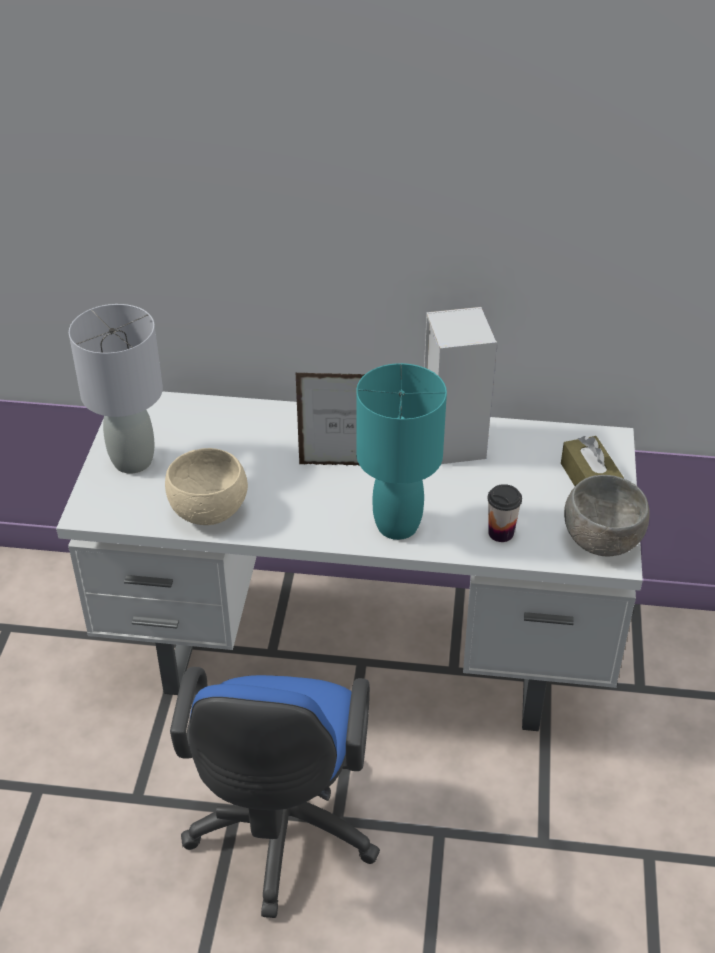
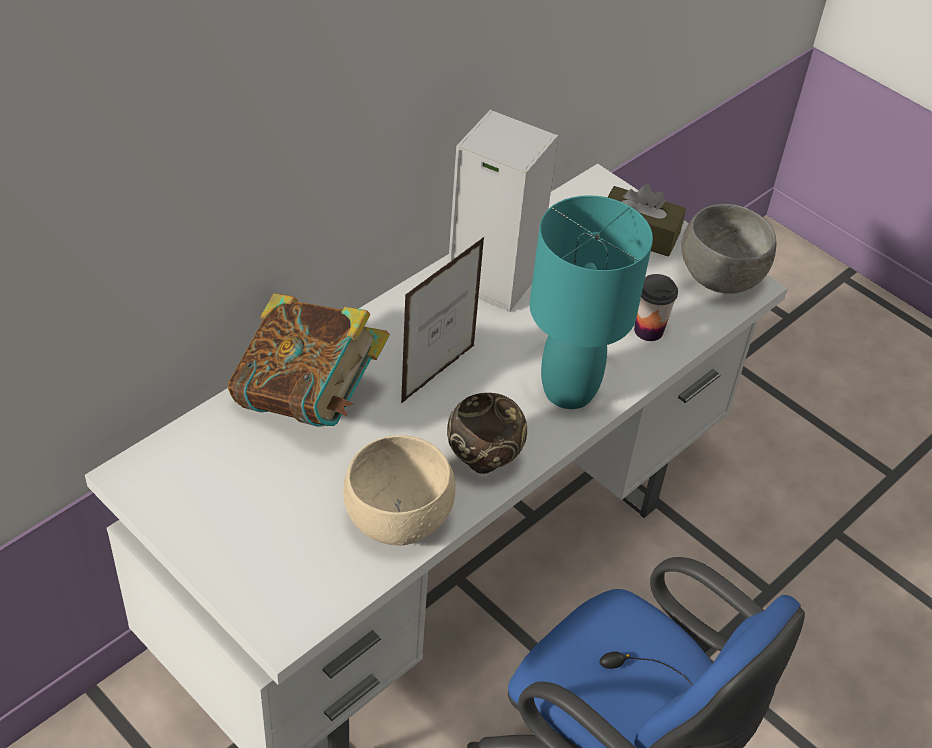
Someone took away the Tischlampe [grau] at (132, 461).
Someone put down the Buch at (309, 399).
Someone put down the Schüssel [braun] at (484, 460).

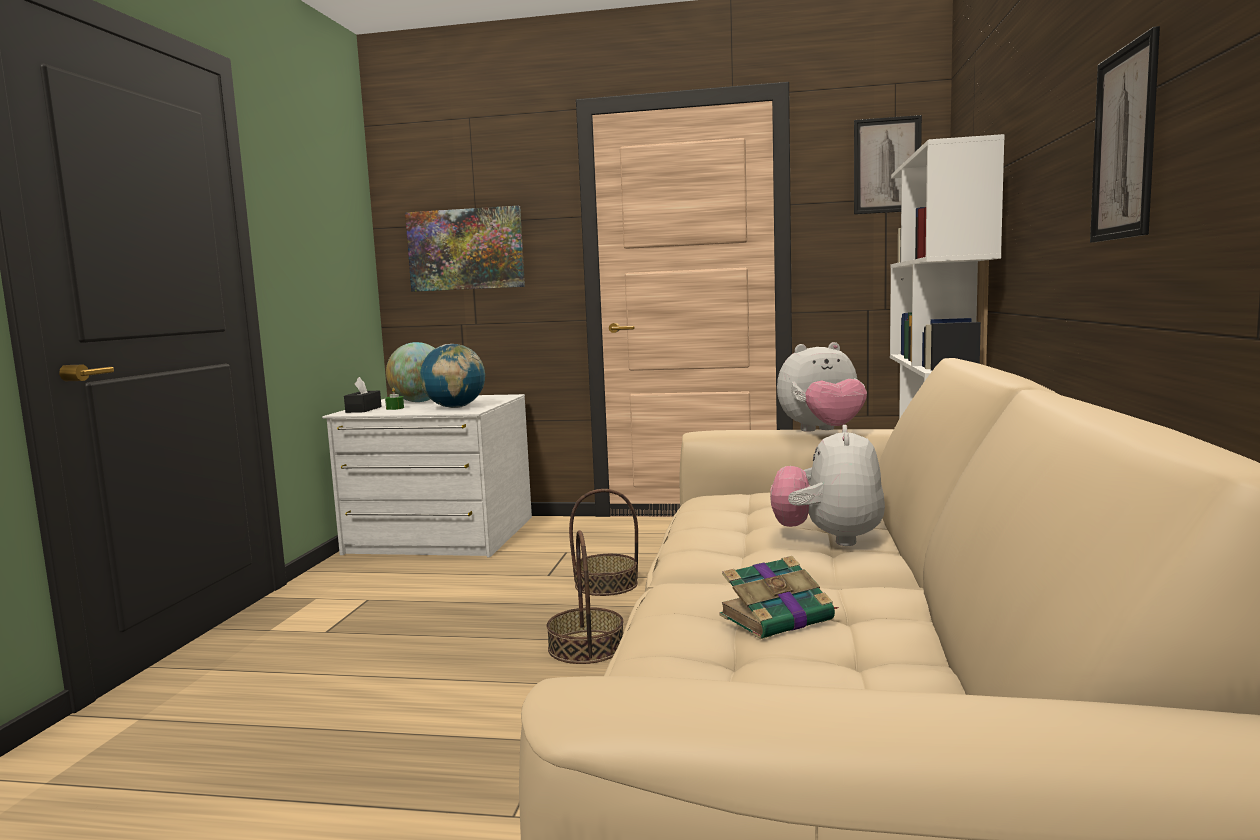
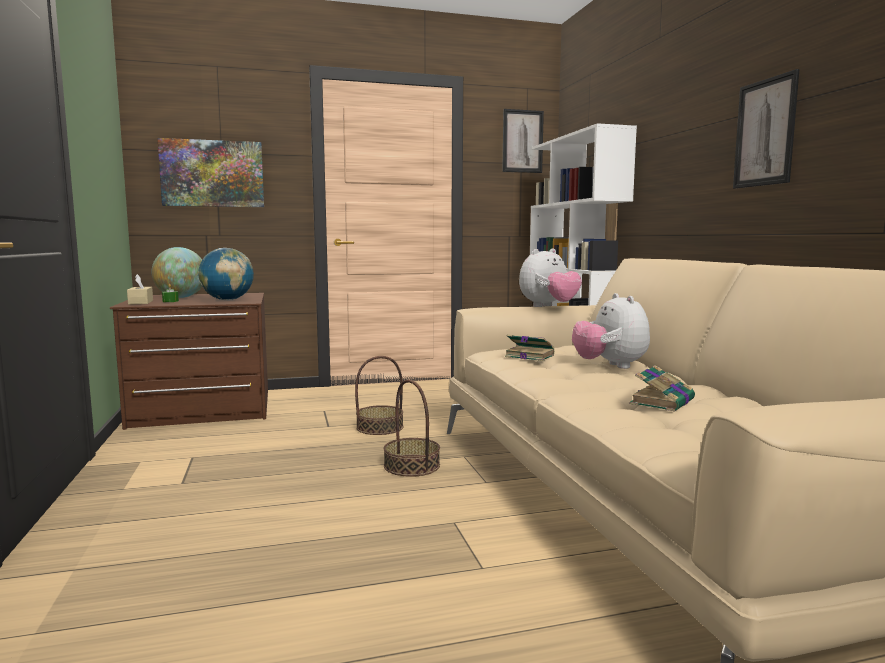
Someone repainted the Kommode [weiß] at (440, 536), which became the Kommode [braun] at (202, 409).
Someone repainted the Taschentuchbox [schwarz] at (363, 409), which became the Taschentuchbox [beige] at (140, 302).
Someone put down the Buch at (528, 356).

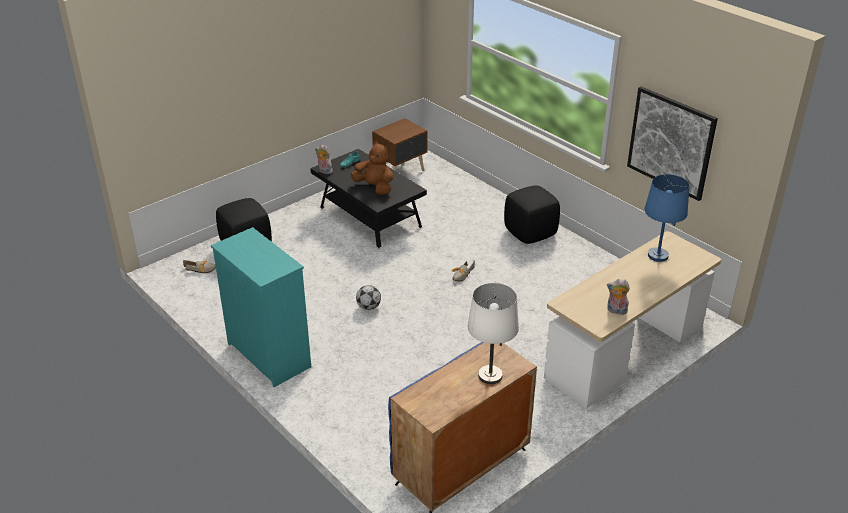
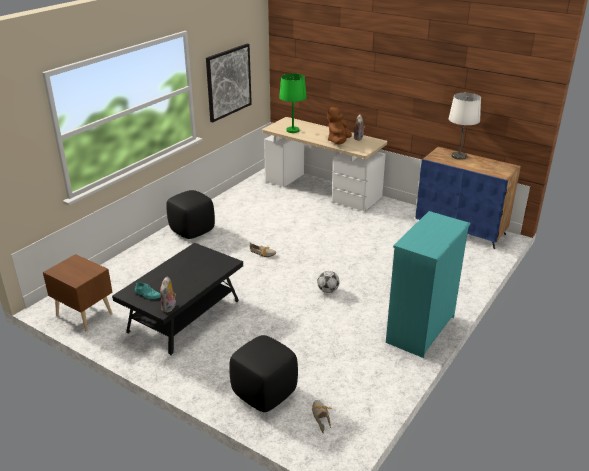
Someone carried the Plüschtier [braun] from (374, 187) to (338, 142).
Someone repainted the Tischlampe [blau] at (657, 256), which became the Tischlampe [grün] at (293, 130).

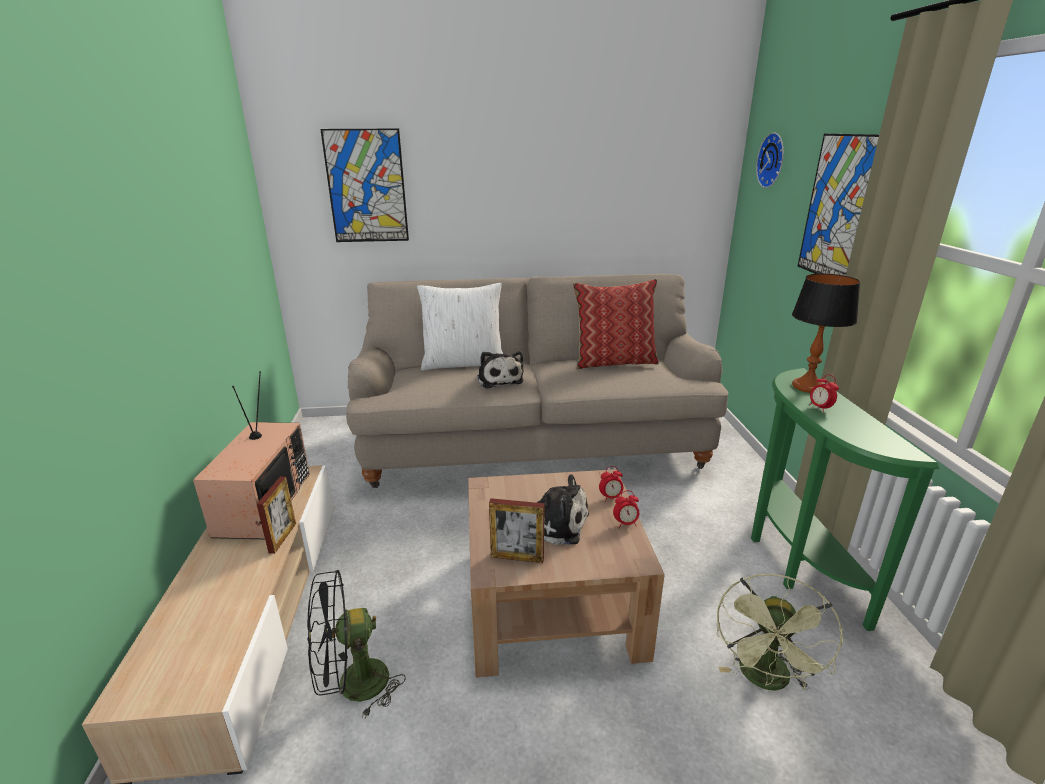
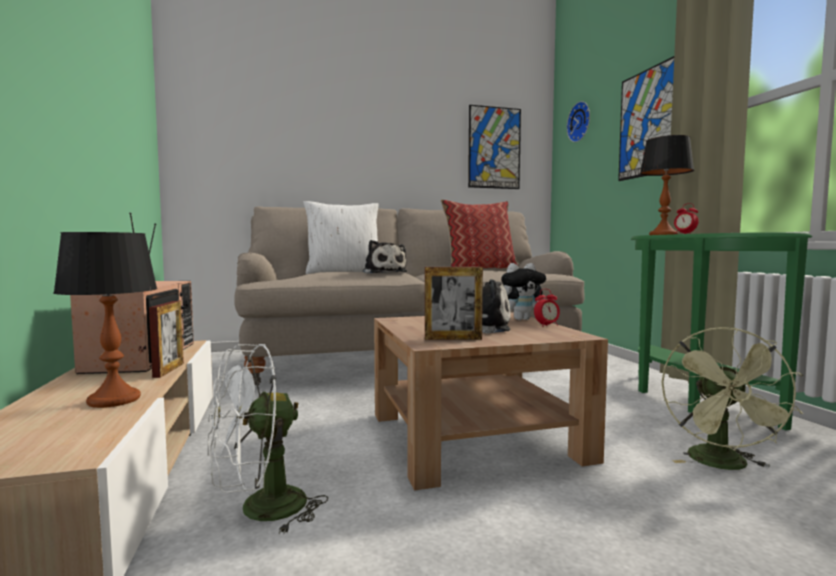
Someone repainted the Ventilator [schwarz] at (352, 686), which became the Ventilator [weiß] at (260, 511).
Someone carried the Bild from (366, 187) to (494, 148).
Someone swapped the Wecker at (610, 497) for the Plüschtier at (521, 319).
Someone put down the Tischlampe at (113, 400).

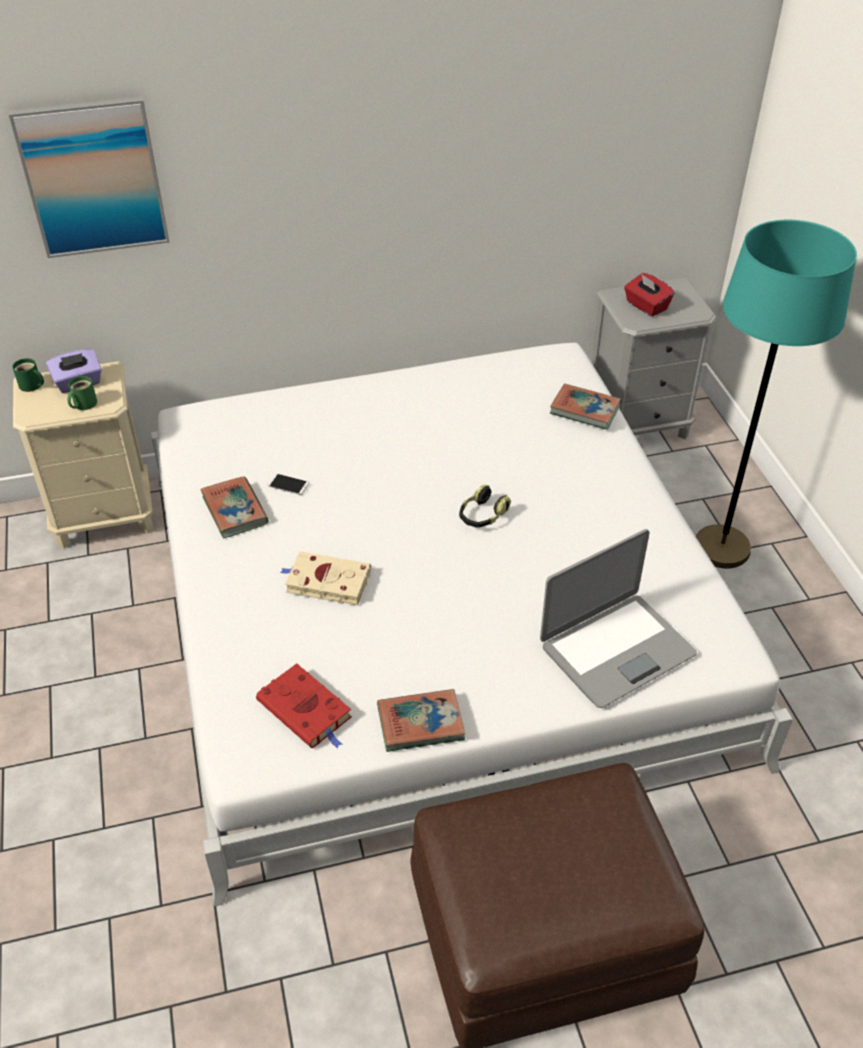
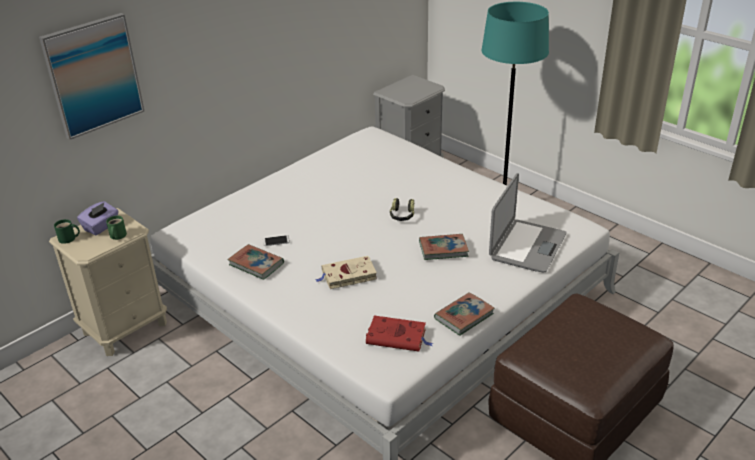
Someone carried the Buch from (585, 410) to (443, 249).
Someone took away the Taschentuchbox [rot] at (646, 306).

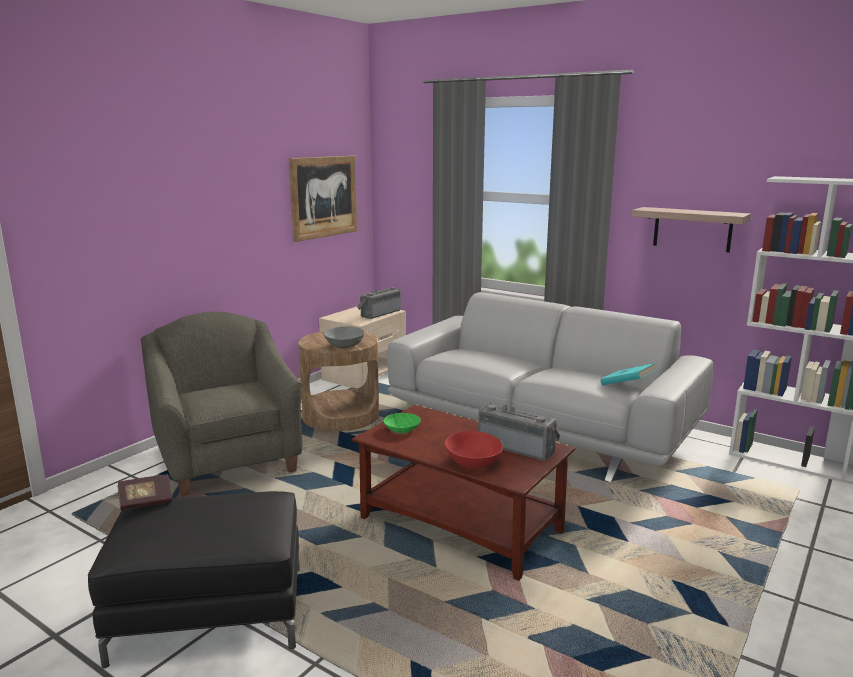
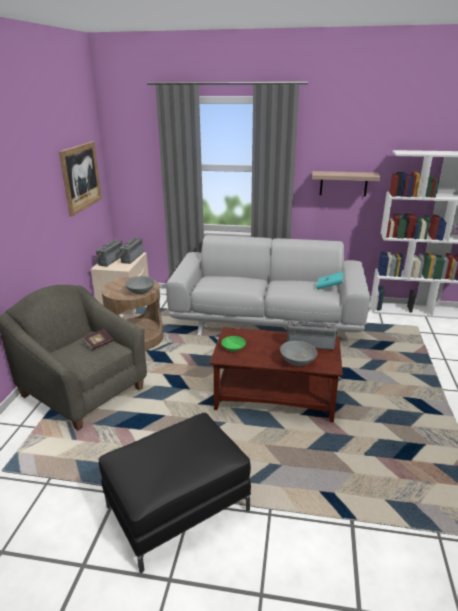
Someone carried the Buch from (146, 501) to (98, 344).
Someone repainted the Schüssel [rot] at (472, 462), which became the Schüssel [grau] at (297, 361).
Someone put down the Radio at (109, 260).

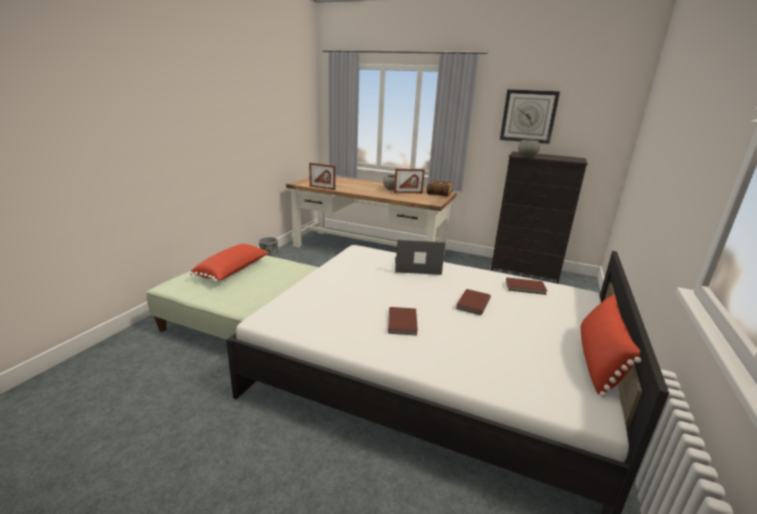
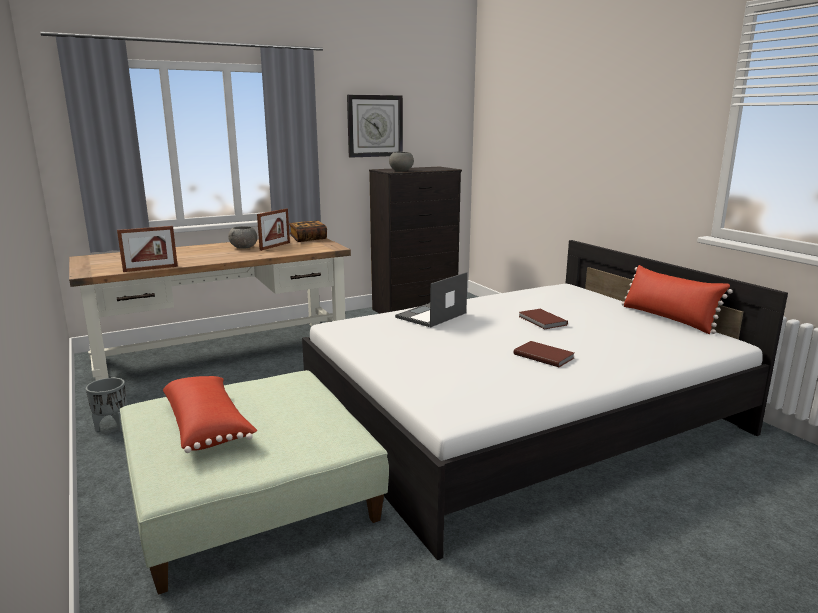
Someone took away the Buch [braun] at (526, 288).

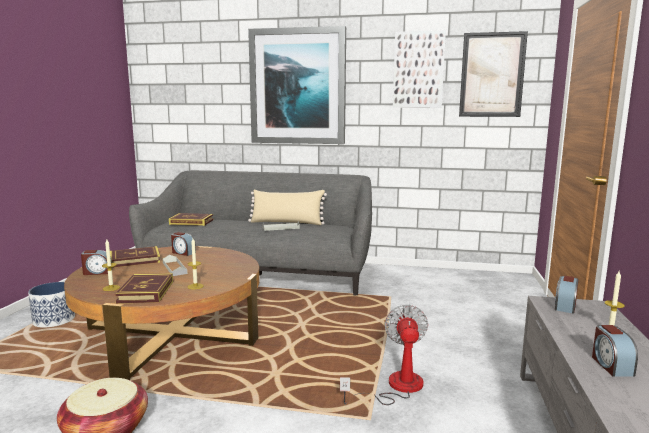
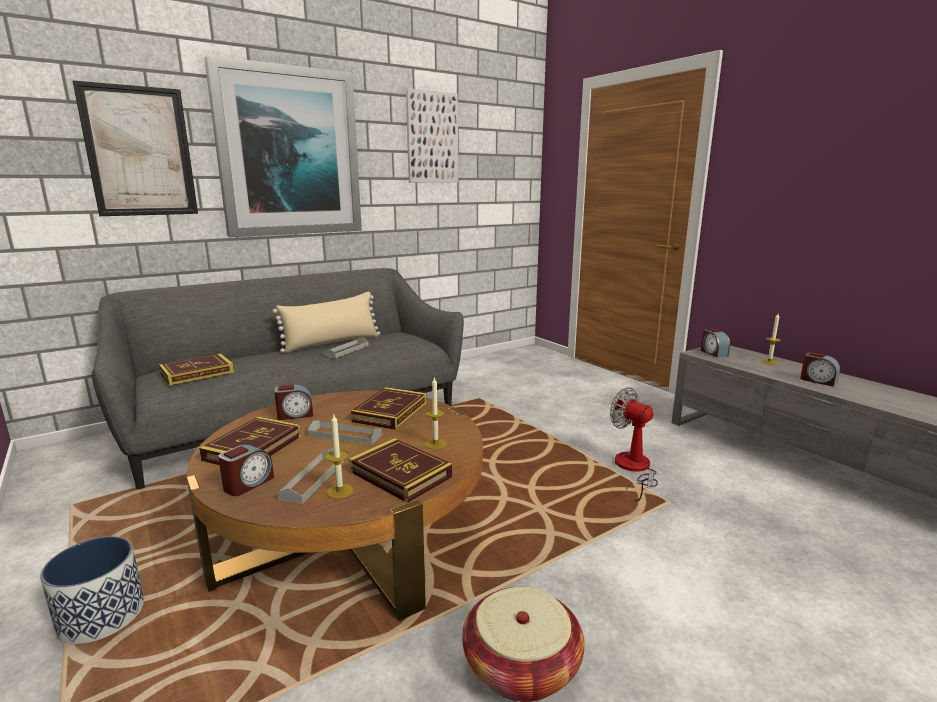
Someone carried the Bild from (492, 75) to (139, 152).
Someone put down the Tablett [grau] at (313, 479).
Someone put down the Buch at (390, 412).

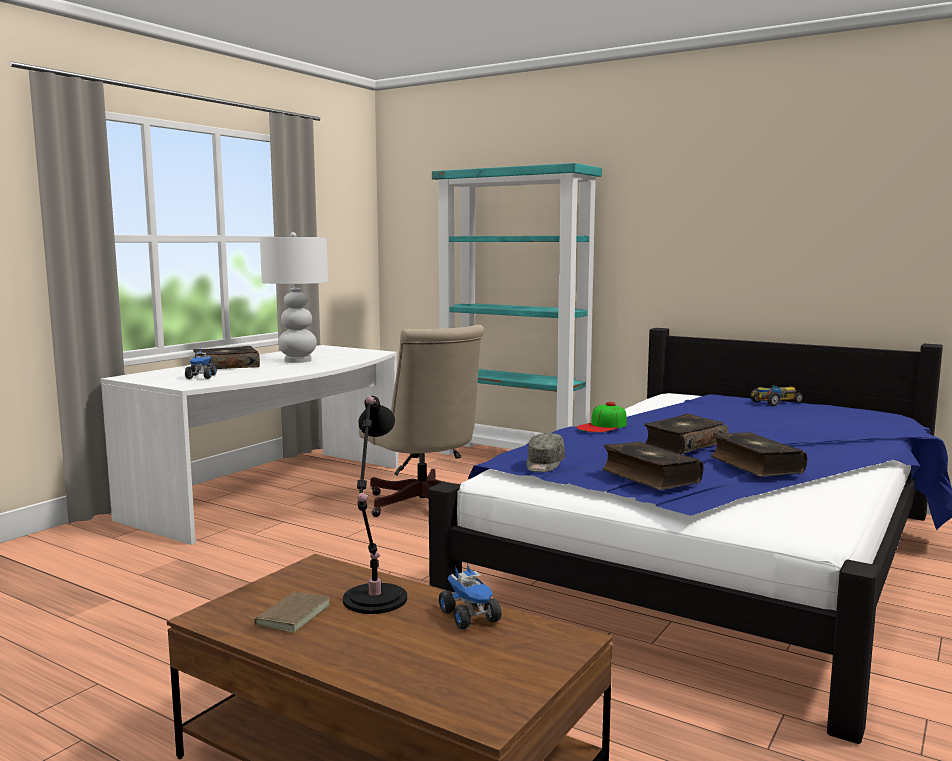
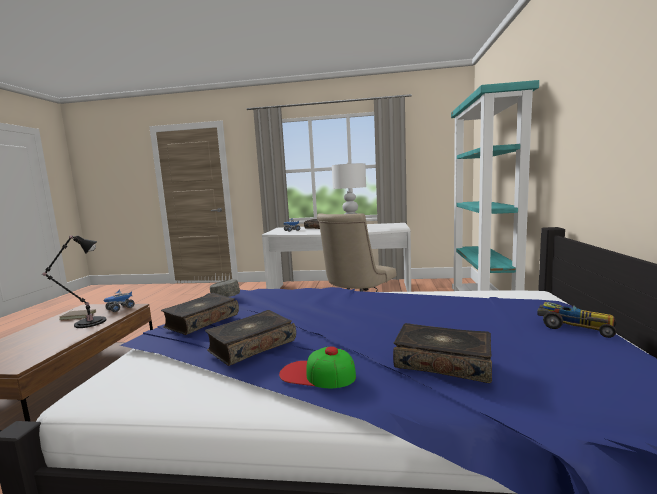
Someone carried the Spielzeuglaster from (470, 617) to (120, 309).
Someone carried the Kappe from (602, 426) to (317, 374).
Someone carried the Buch from (683, 444) to (443, 362).

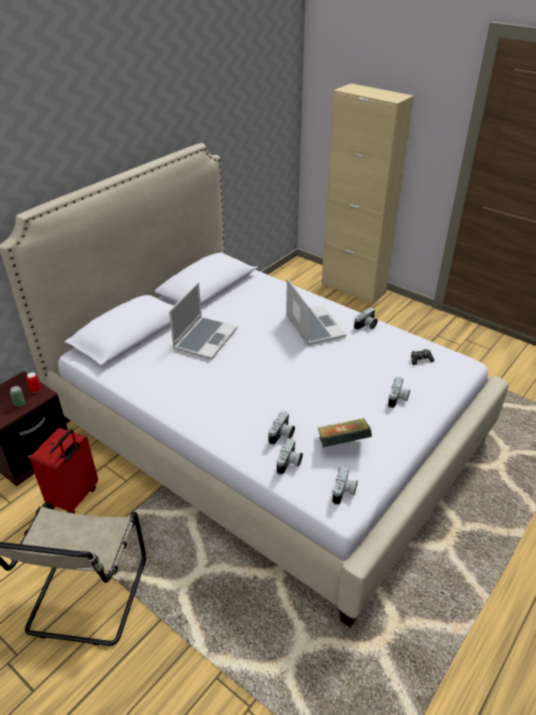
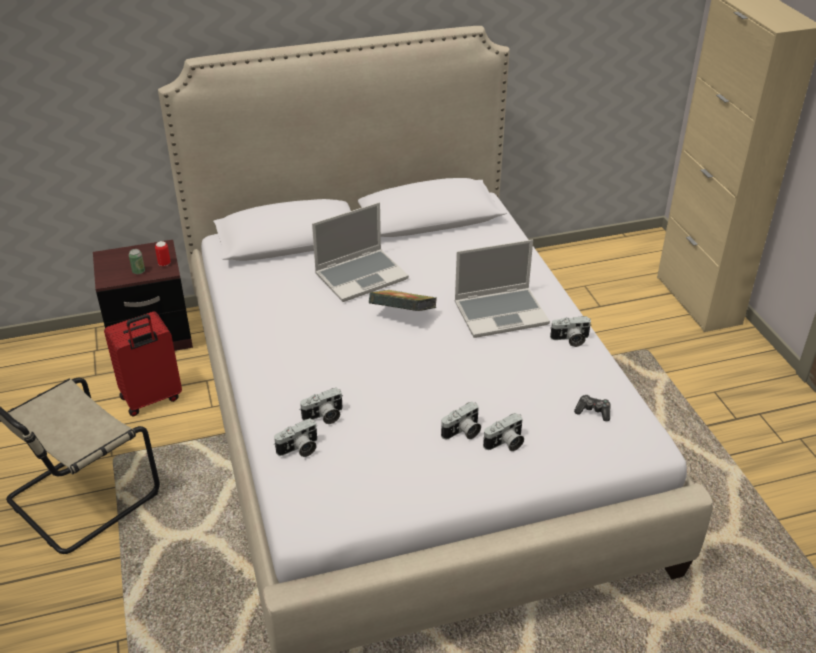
Someone rotated the Laptop at (313, 326) by 60 degrees clockwise.
Someone carried the Buch from (342, 444) to (403, 315).
Someone carried the Kamera from (344, 492) to (463, 432).

